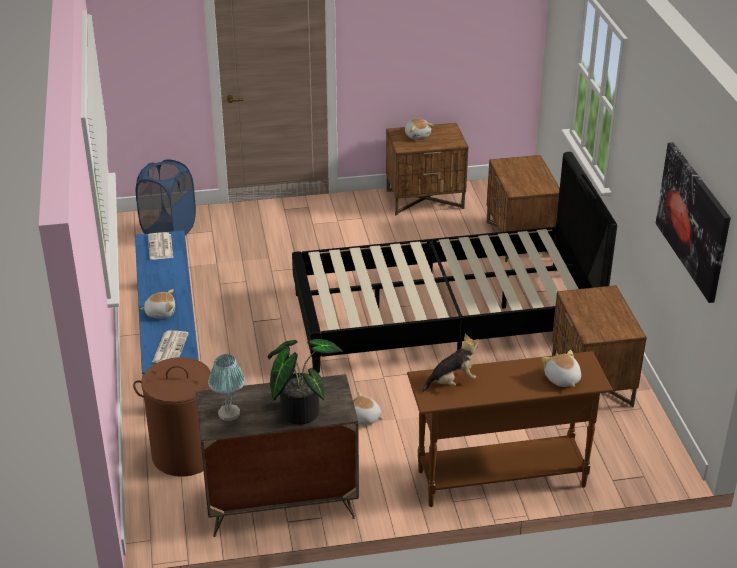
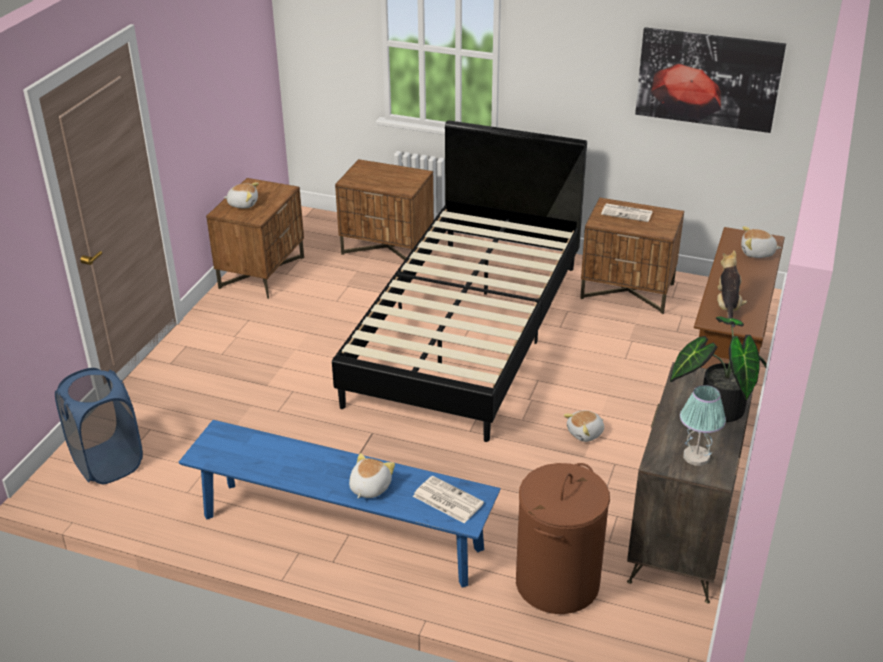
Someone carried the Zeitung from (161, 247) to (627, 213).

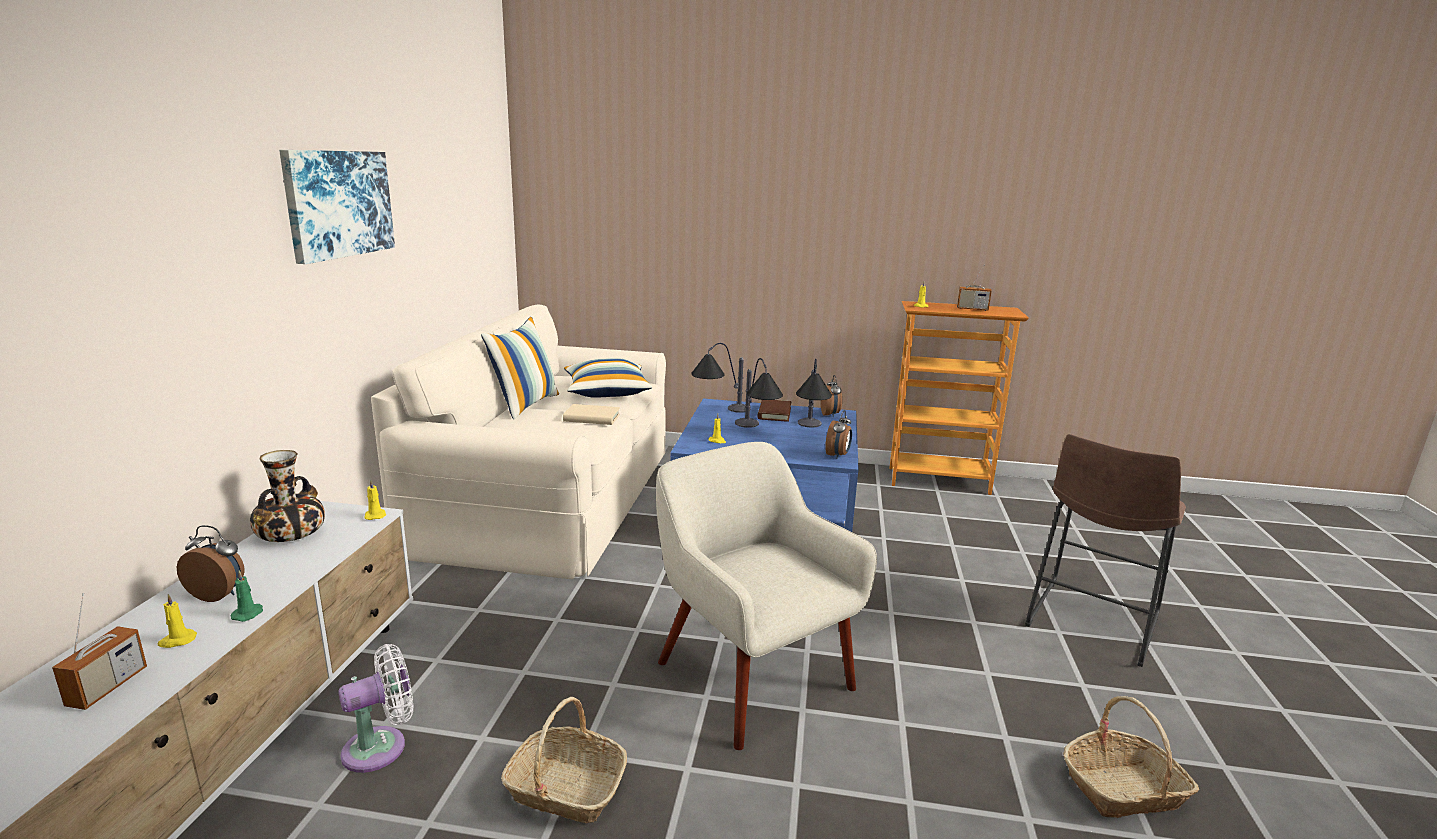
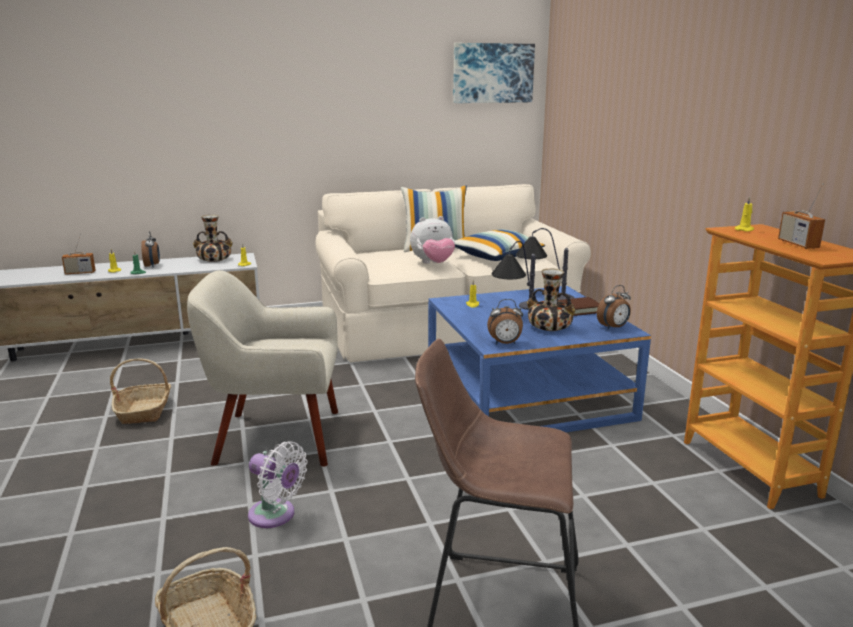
Someone carried the Bild from (338, 203) to (492, 73).
Someone carried the Ventilator [weiß] from (381, 747) to (275, 516).
Someone swapped the Buch [beige] at (592, 418) for the Plüschtier at (433, 264).
Someone rotated the Sessel [beige] at (751, 674) by 120 degrees counterclockwise.
Someone swapped the Tischlampe at (810, 431) for the Vase at (550, 327).

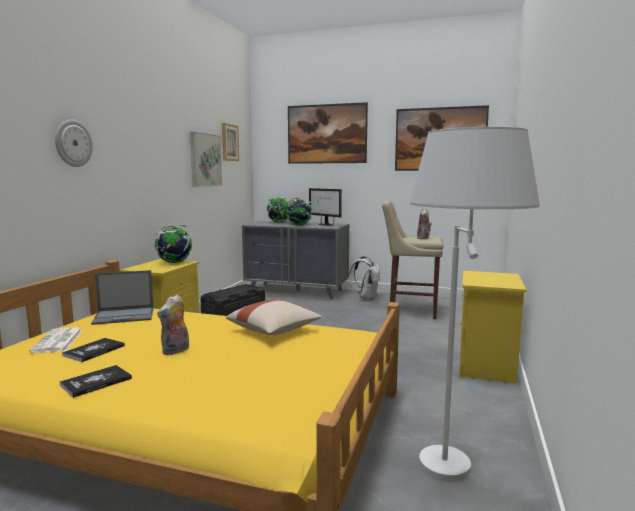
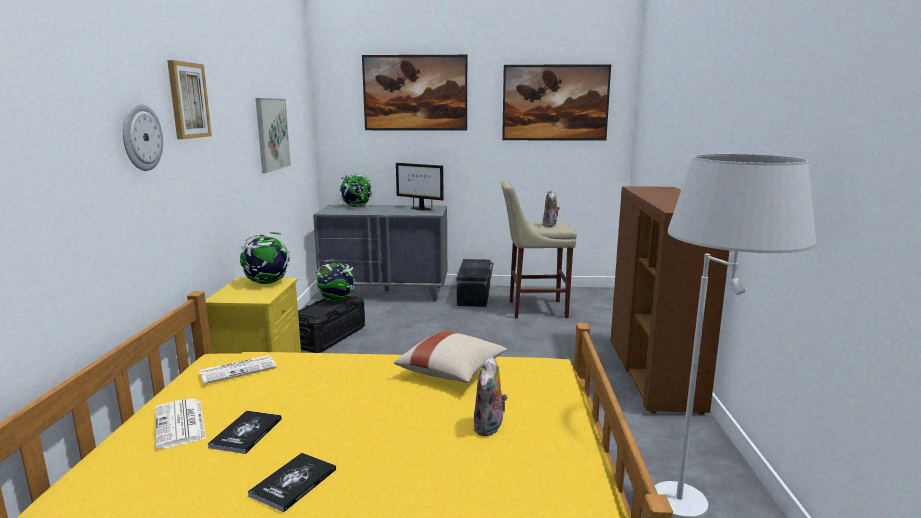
Someone swapped the Laptop at (125, 316) for the Zeitung at (239, 369).
Someone carried the Plüschtier from (176, 351) to (490, 428).
Someone carried the Bild from (229, 142) to (188, 100).
Someone carried the Globus from (299, 225) to (337, 300).
Someone swapped the Rucksack [weiß] at (366, 298) for the Aufbewahrungsbox [schwarz] at (475, 295).
Someone swapped the Nachttisch [gelb] at (487, 367) for the Schrank [braun] at (654, 376).

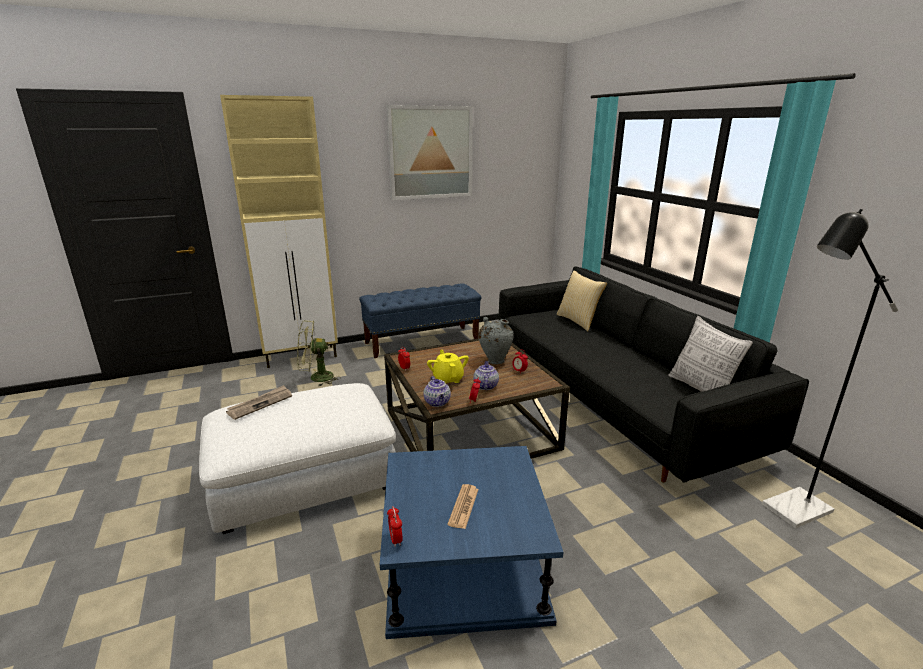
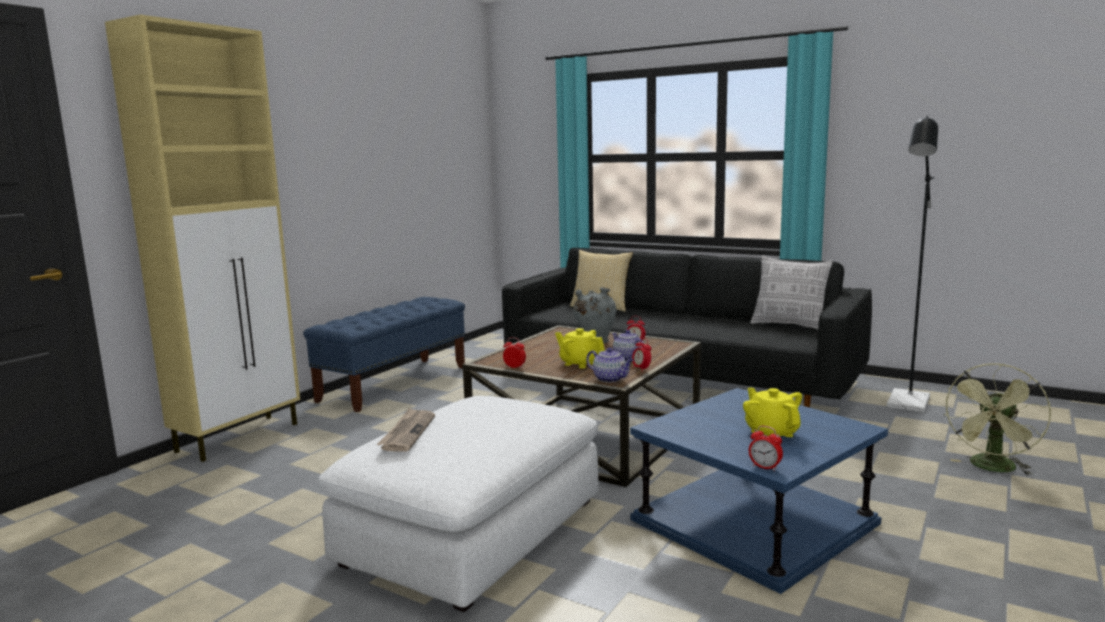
Someone carried the Ventilator [grün] from (316, 378) to (992, 468).
Someone took away the Bild at (430, 153).
Someone swapped the Zeitung at (463, 506) for the Teekanne [gelb] at (771, 433).

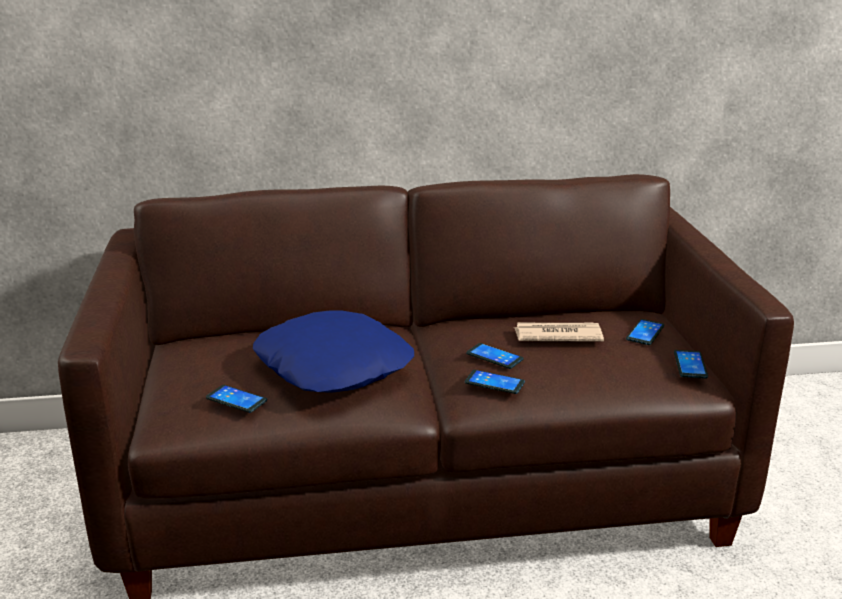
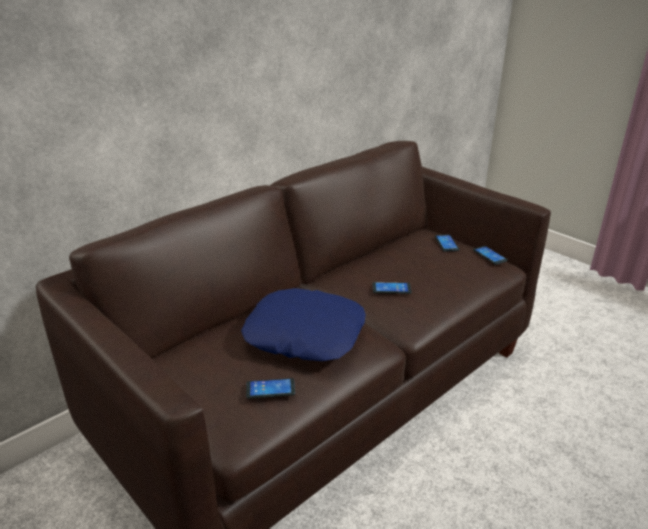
Someone took away the Handy at (494, 383).
Someone took away the Zeitung at (557, 335).

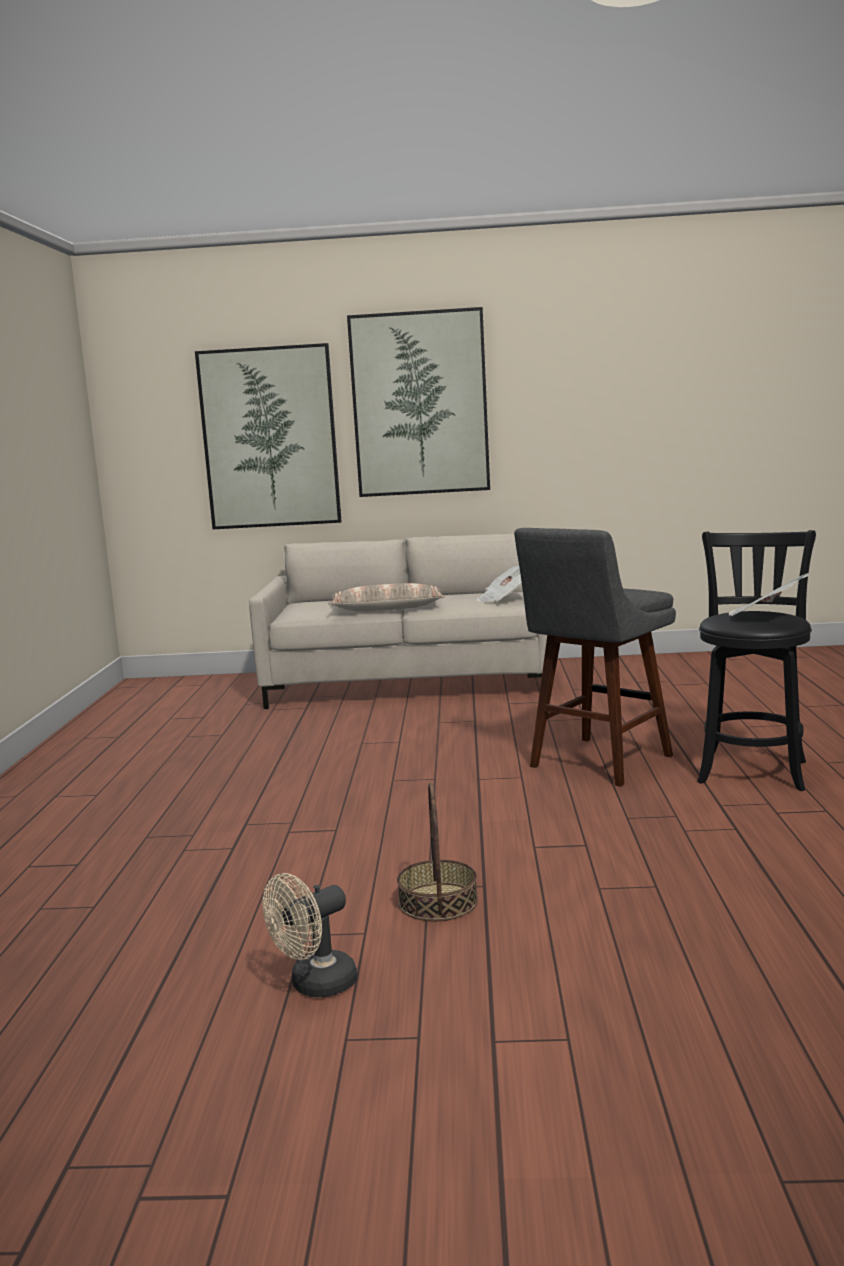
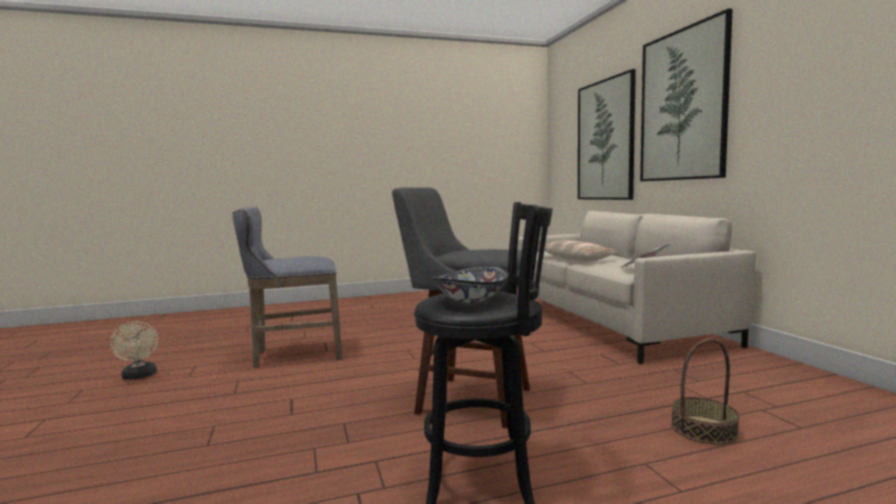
Someone rotated the Ventilator [beige] at (315, 986) by 150 degrees counterclockwise.
Someone carried the Korb from (437, 902) to (703, 429).
Someone swapped the Zeitung at (764, 617) for the Schüssel at (470, 299).
Someone put down the Hocker [grau] at (293, 355).

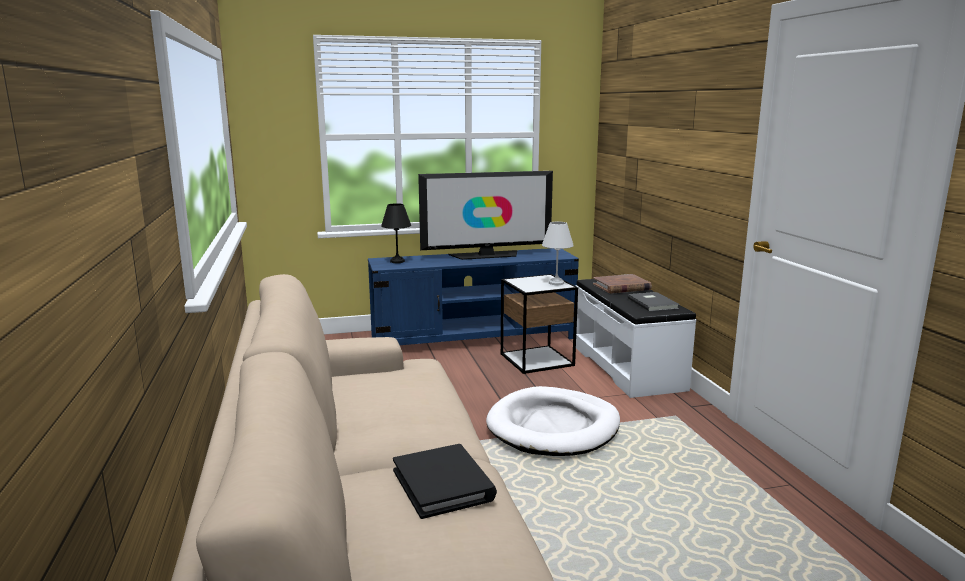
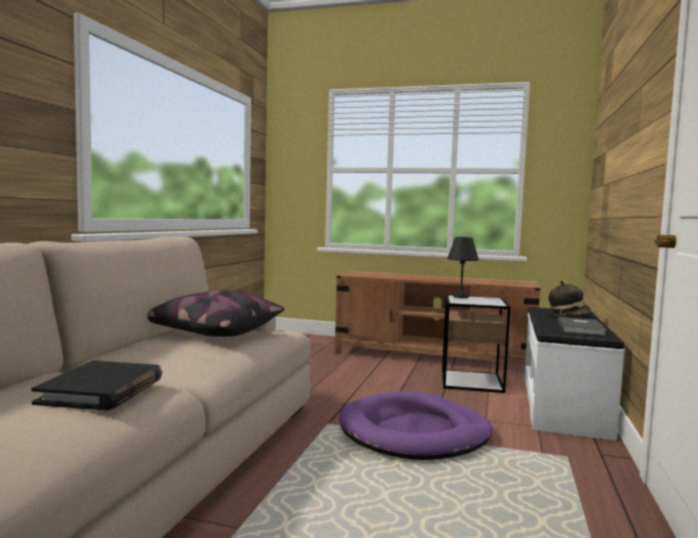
Someone repainted the Fernsehschrank [blau] at (474, 338), which became the Fernsehschrank [braun] at (433, 357).
Someone carried the Tischlampe [schwarz] from (396, 261) to (460, 297).
Someone took away the Fernseher at (486, 255).
Someone repainted the Hundebett [weiß] at (553, 427), which became the Hundebett [lila] at (414, 432).
Someone took away the Tischlampe [weiß] at (556, 283).
Someone swapped the Buch [braun] at (621, 287) for the Hut at (568, 315).
Someone put down the Kissen at (213, 332).

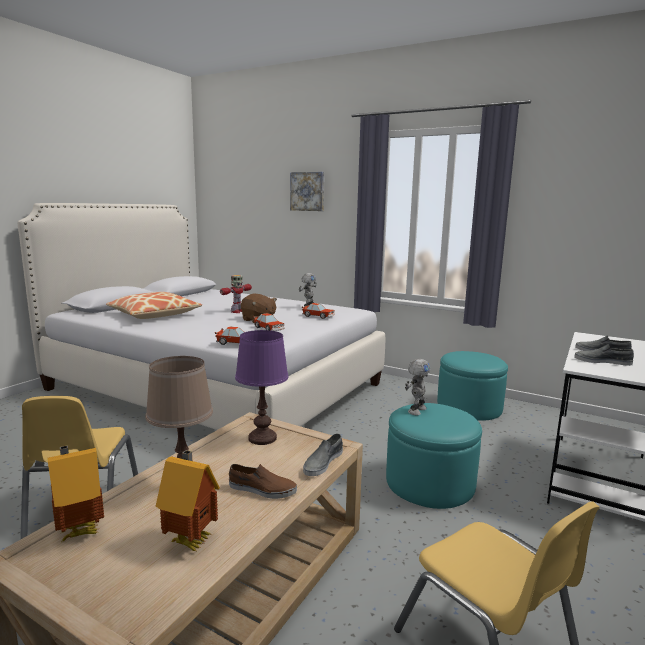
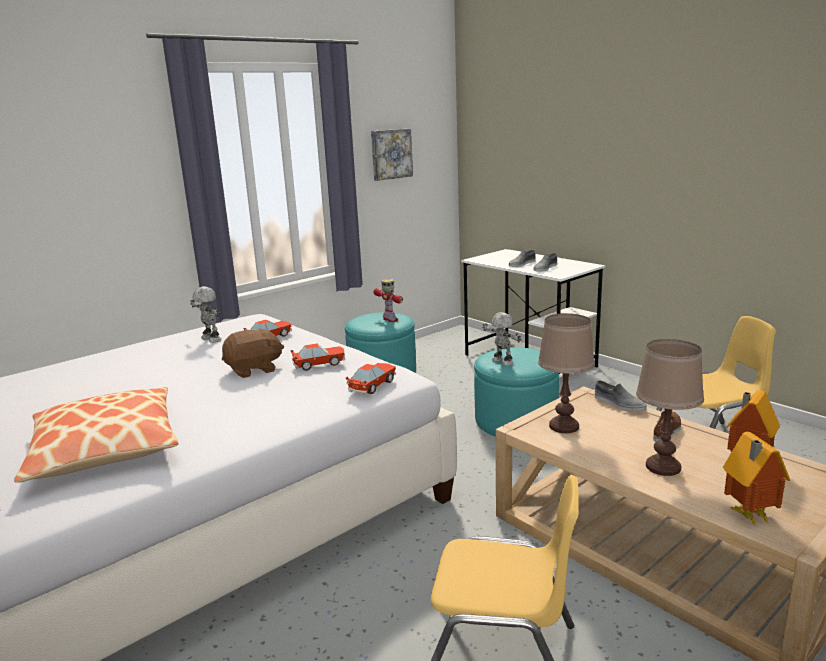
Someone carried the Spielzeugroboter from (237, 311) to (390, 320).
Someone repainted the Tischlampe [lila] at (262, 438), which became the Tischlampe [braun] at (563, 426).
Someone carried the Bild from (308, 191) to (390, 154).

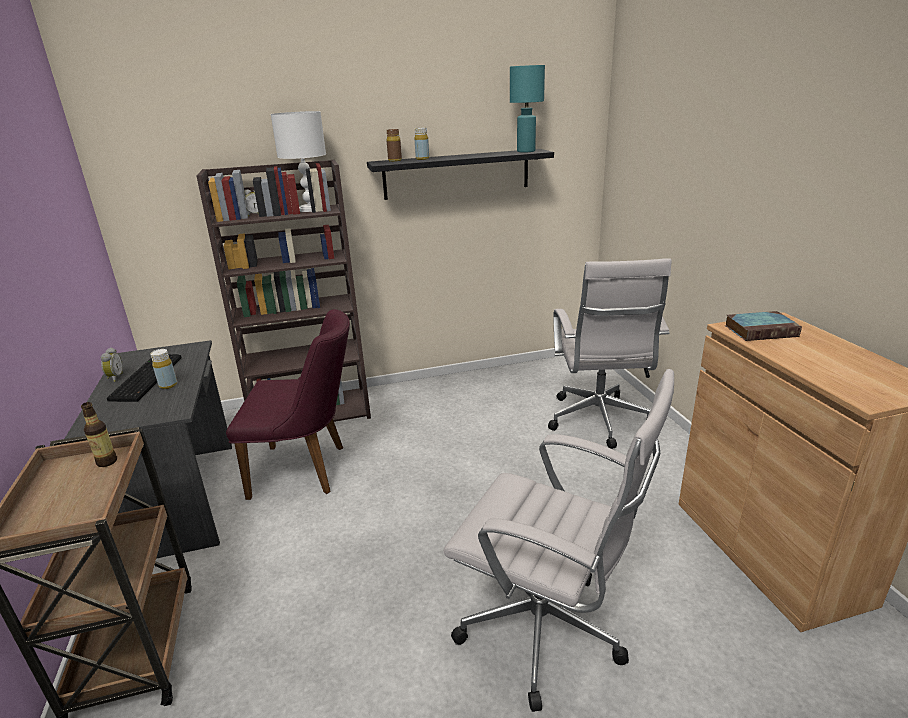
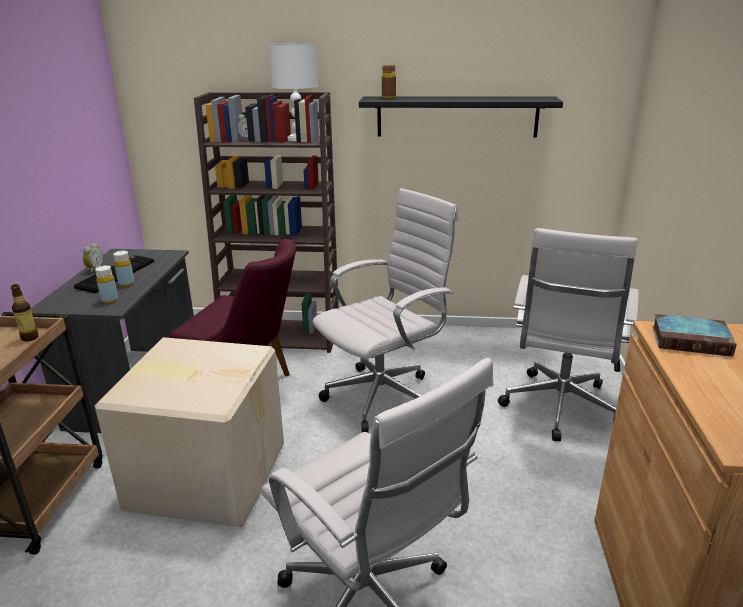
Someone carried the Flasche [gelb] from (422, 159) to (110, 300).
Someone took away the Tischlampe [türkis] at (525, 151).
Someone put down the Karton at (207, 474).
Someone put down the Bürostuhl [weiß] at (385, 395).

